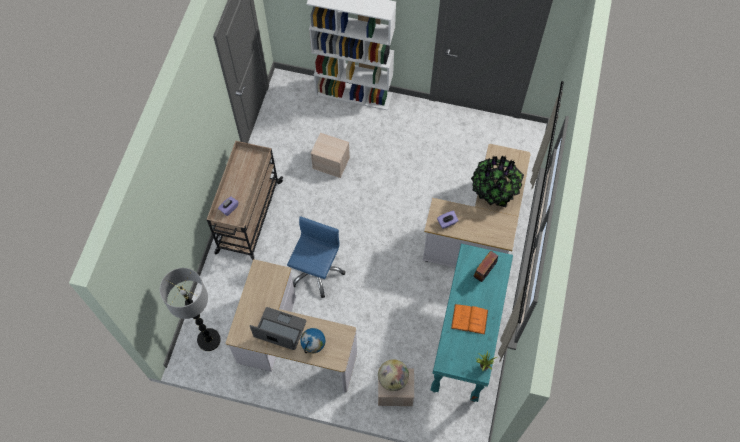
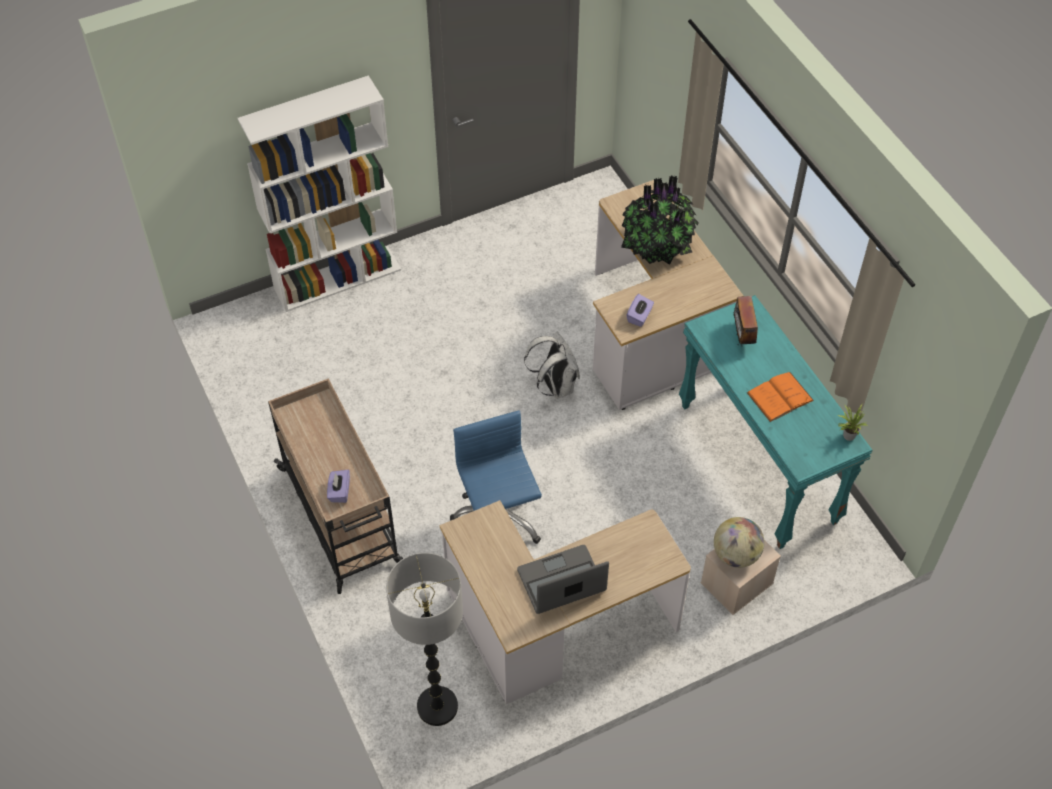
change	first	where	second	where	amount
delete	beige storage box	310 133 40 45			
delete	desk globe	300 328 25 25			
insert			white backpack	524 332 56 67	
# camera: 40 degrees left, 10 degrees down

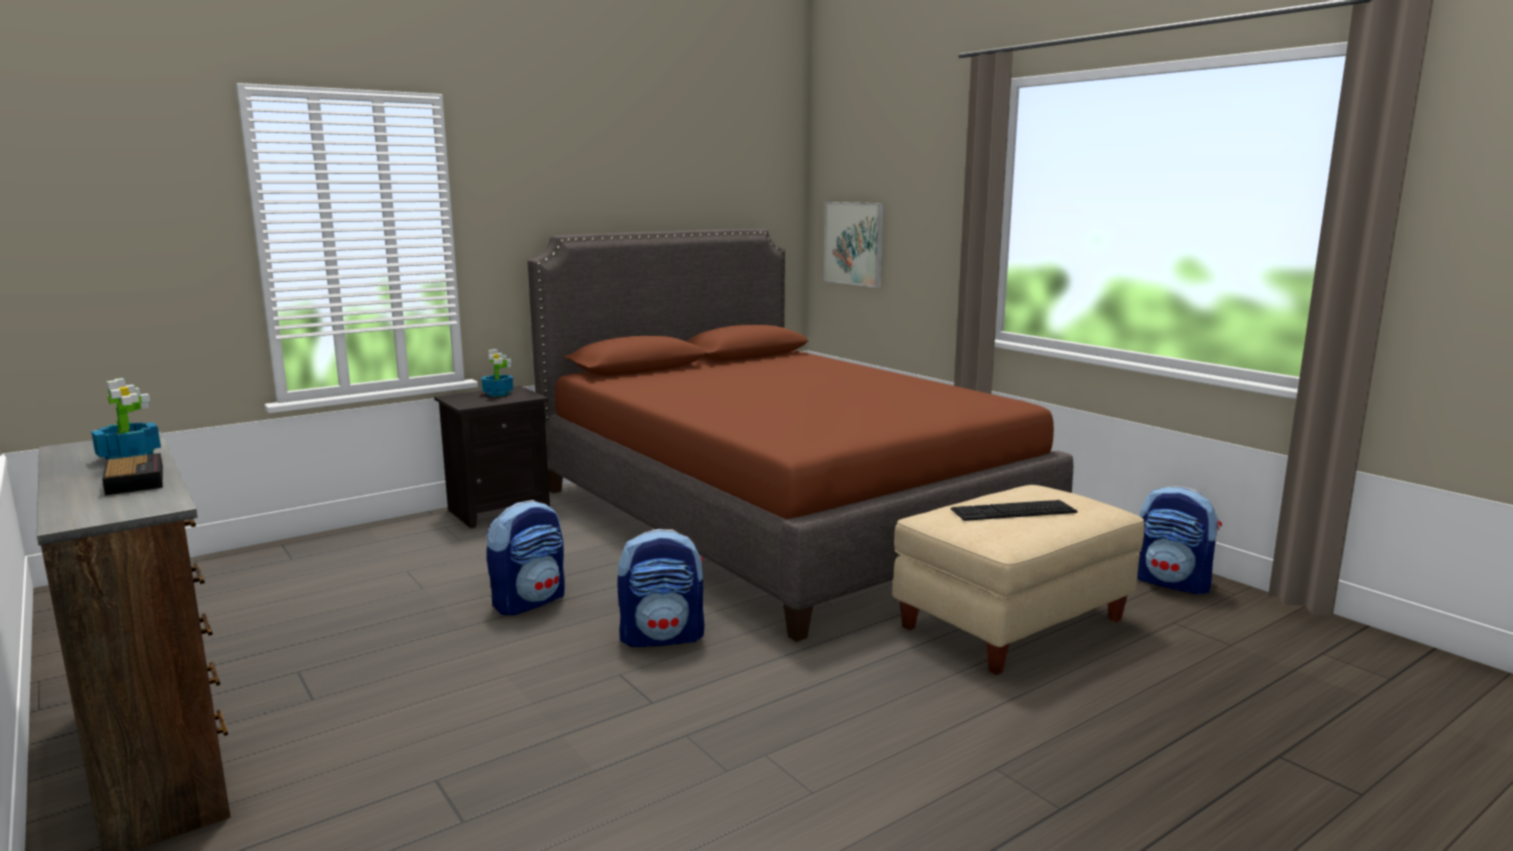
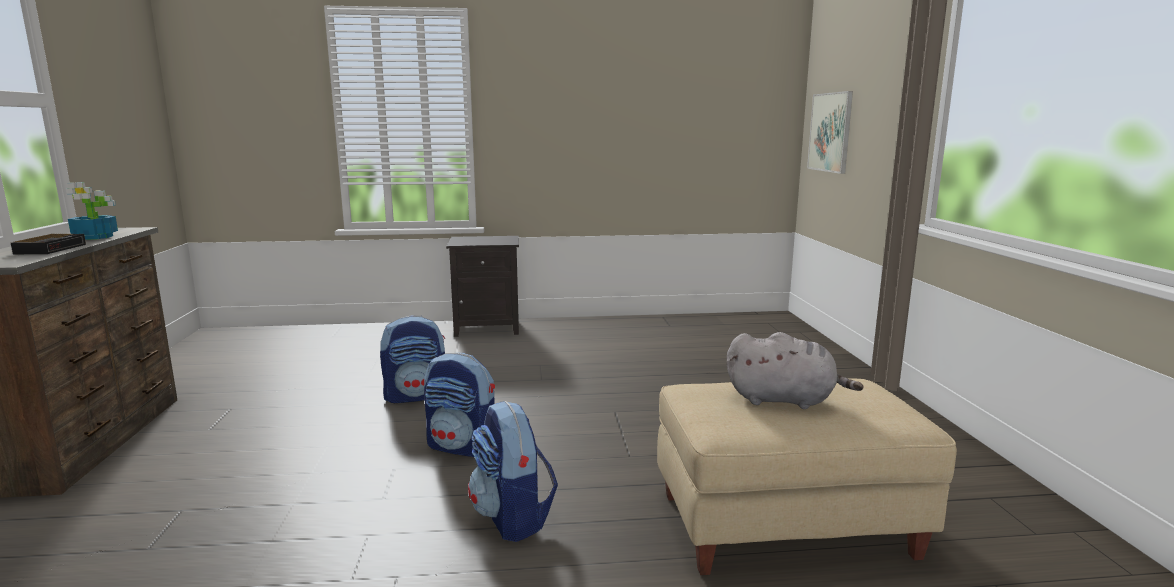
change	first	where	second	where	amount
delete	brownish bed	527 229 546 413			
delete	plant in a pot	482 349 31 48			
move	backpack	1137 486 85 109		468 401 90 141	
replace	computer keyboard	951 500 126 21	greyish cuddly toy	727 332 137 77	
# camera: 30 degrees right, 0 degrees up

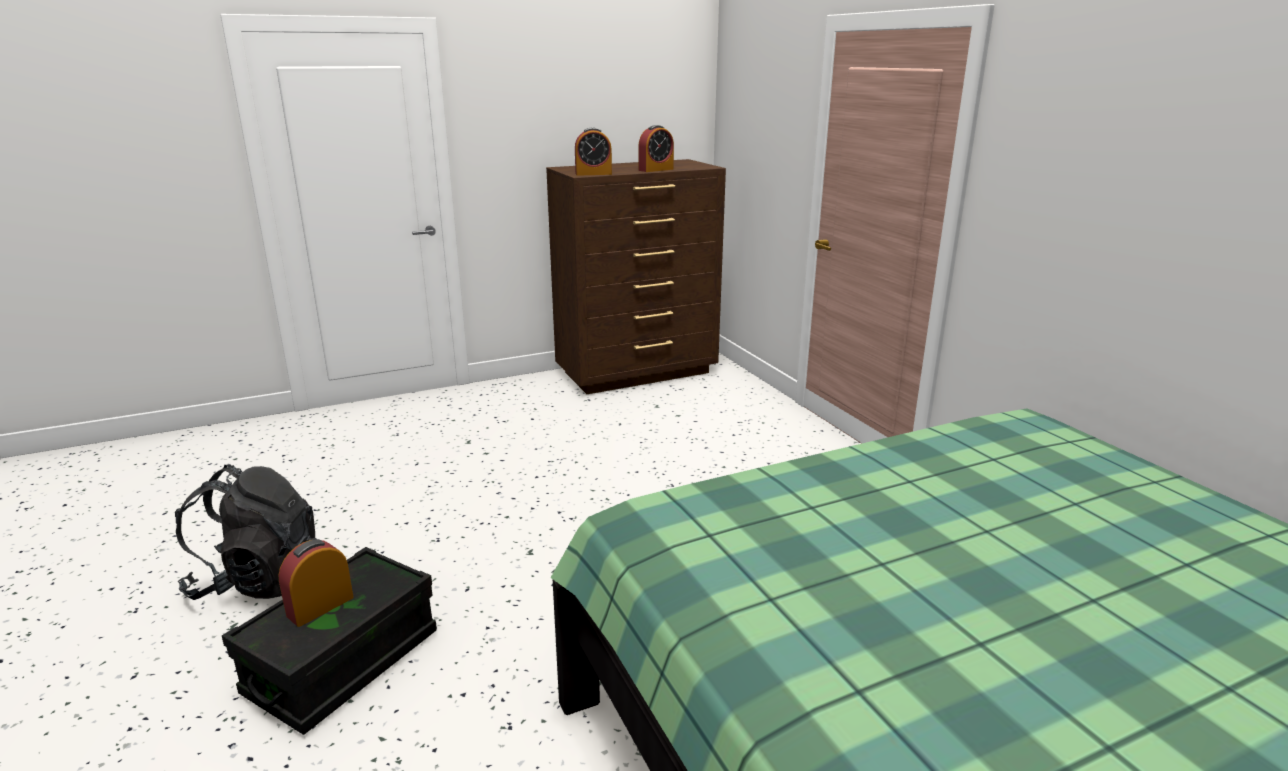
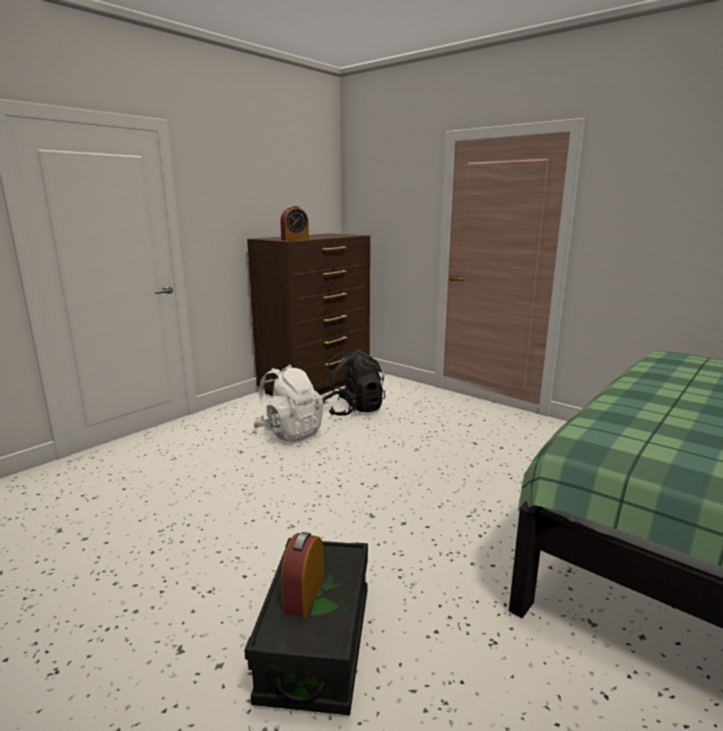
change	first	where	second	where	amount
delete	bedside clock	639 125 35 47			
move	black-coloured backpack	175 464 142 136		322 349 63 66	
insert			white backpack	253 365 71 77	
# camera: 25 degrees left, 5 degrees down

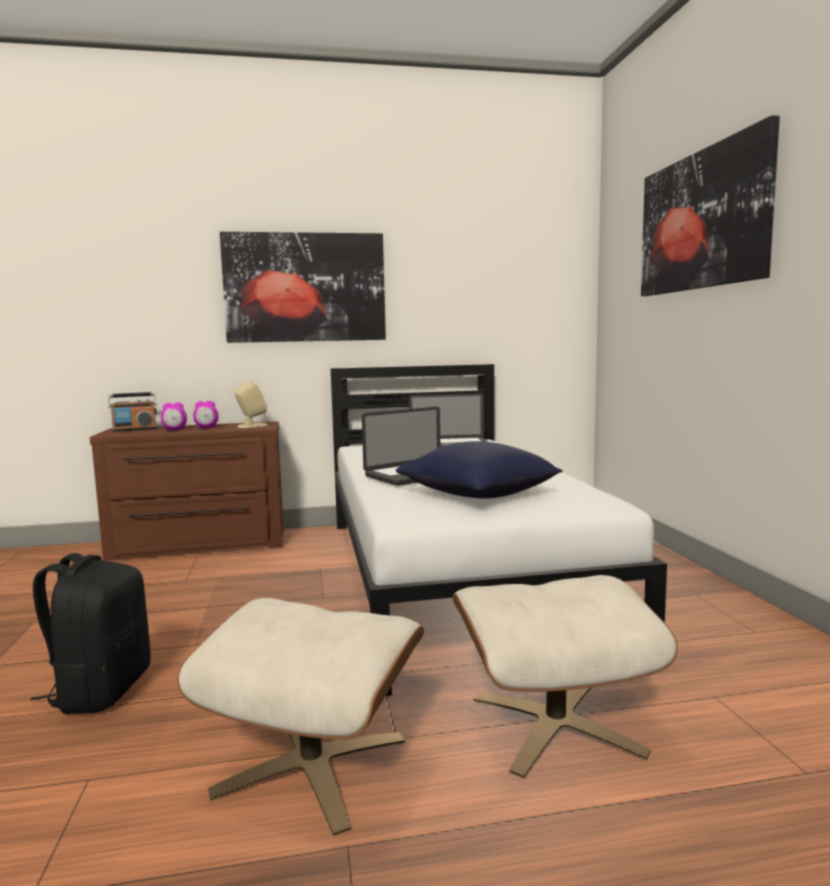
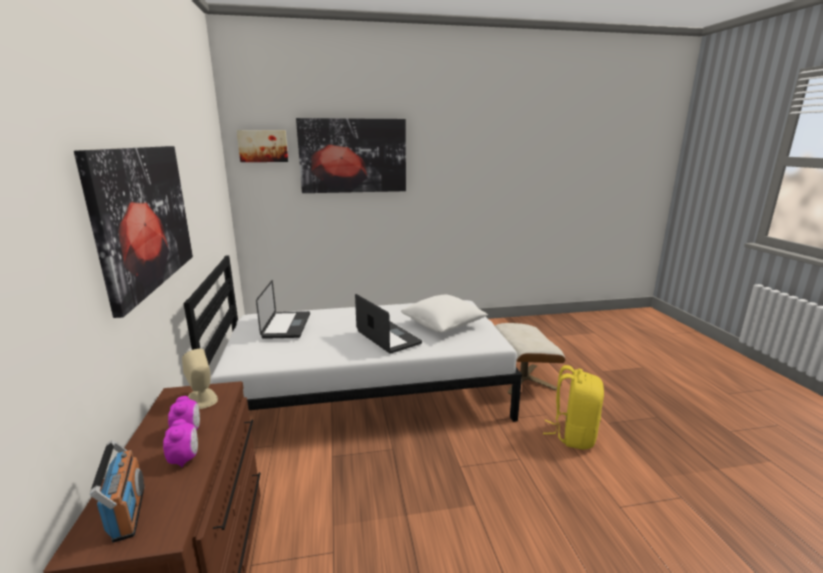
change	first	where	second	where	amount
recolor	bluish pillow	396 441 167 58	white pillow	401 295 87 38	
delete	black-coloured backpack	30 553 121 161			
replace	beige pouffe	177 598 247 238	yellow-coloured backpack	543 365 61 84	
insert			wall art	237 130 51 32	
# camera: 90 degrees left, 10 degrees up

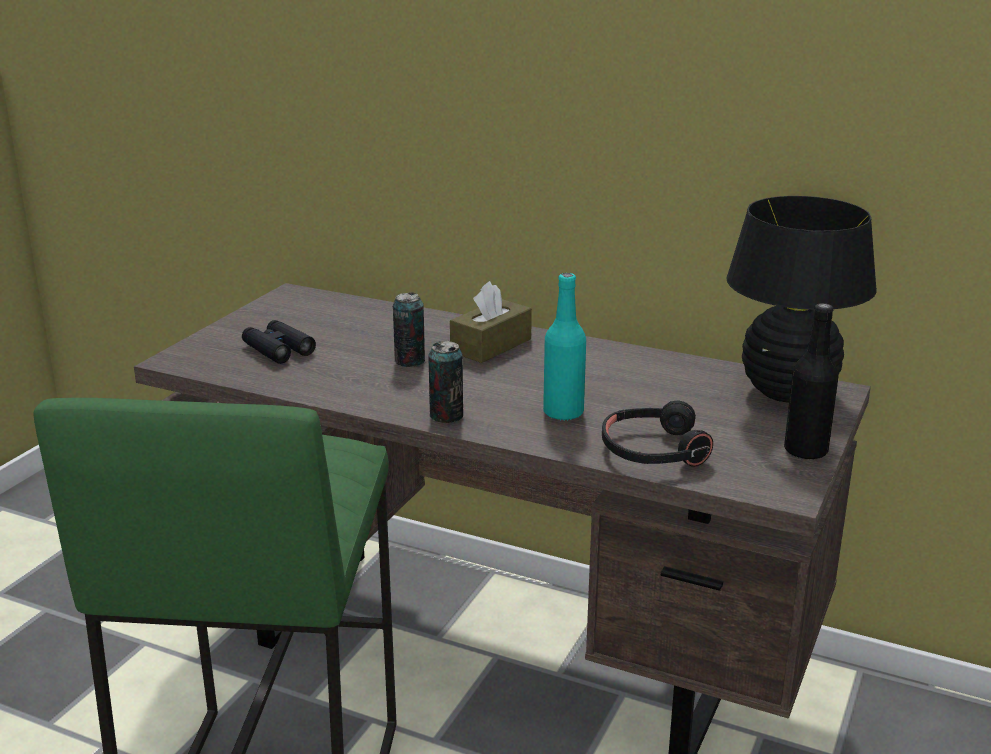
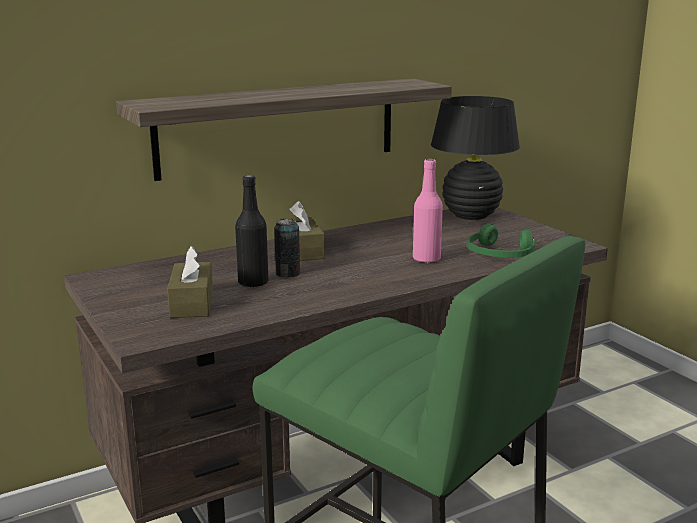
change	first	where	second	where	amount
recolor	turquoise beverage bottle	543 273 43 148	pinkish beverage bottle	413 159 30 104	
move	black-coloured beverage bottle	784 303 55 157		235 175 33 113	
replace	black-coloured binoculars	242 320 74 44	brownish box of tissues	167 246 46 72	
delete	sealed can	428 341 35 82			
recolor	black-coloured headphones	602 400 111 67	green headphones	467 224 68 34	
insert			bracket shelf	116 78 336 103	
# camera: 55 degrees left, 5 degrees down

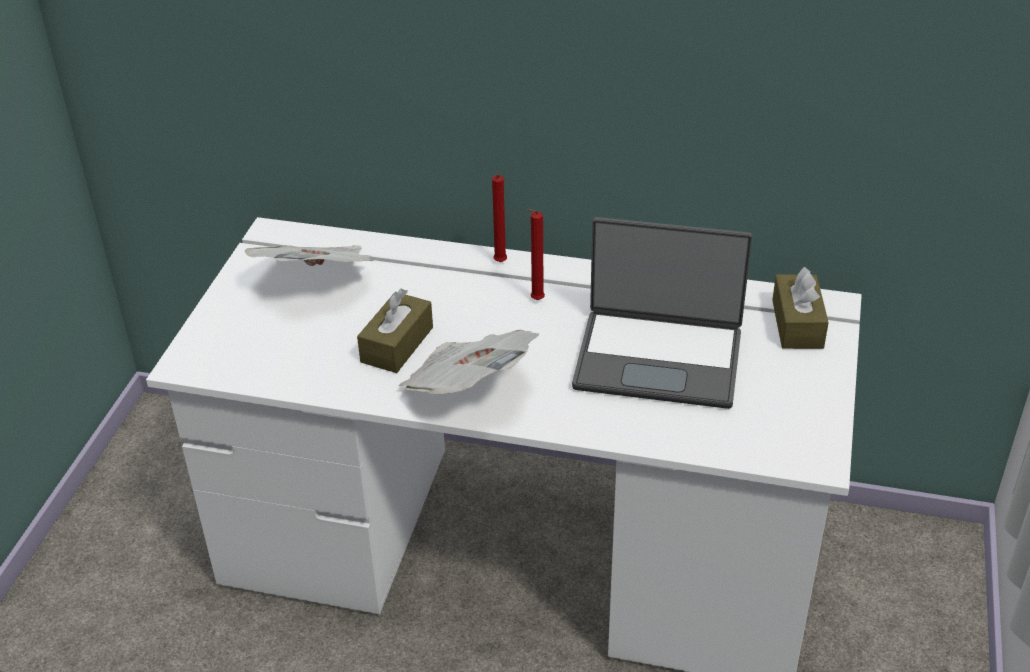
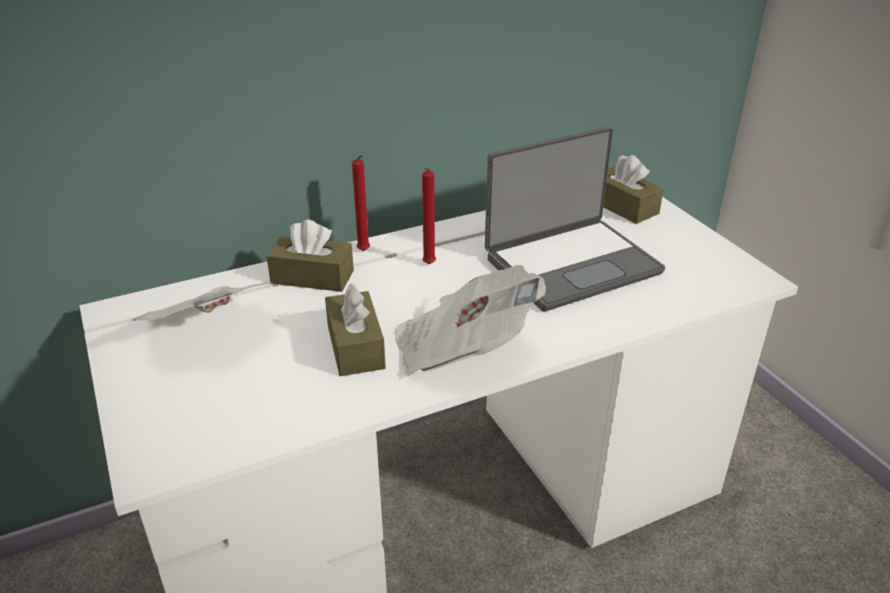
change	first	where	second	where	amount
insert			brownish box of tissues	266 220 88 72	
# camera: 40 degrees left, 5 degrees down

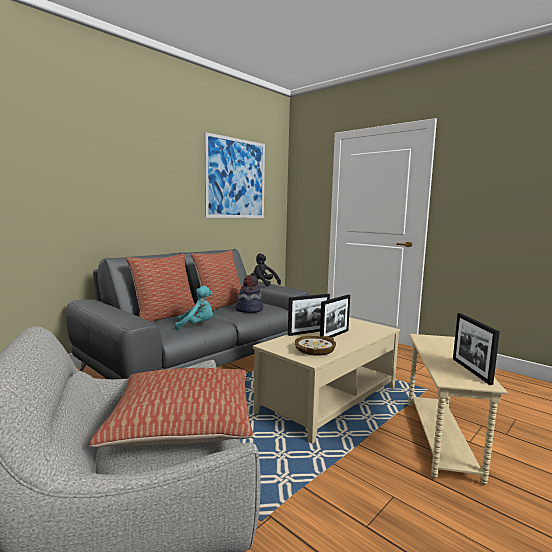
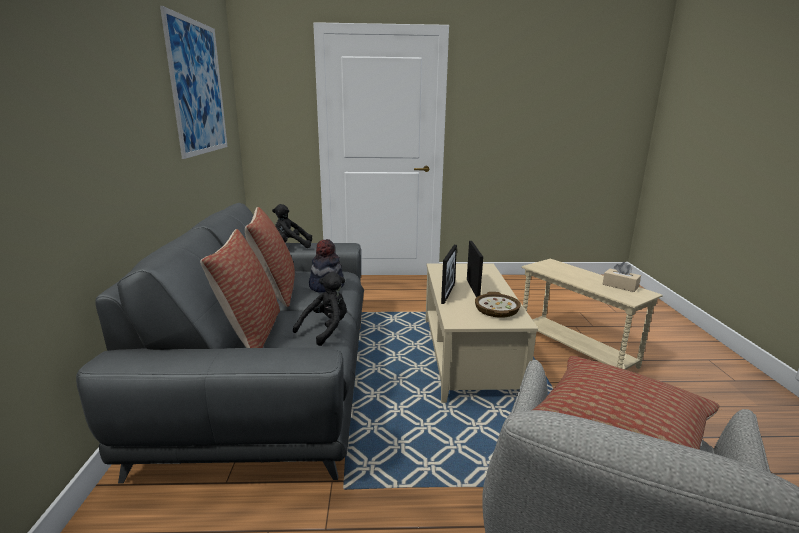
change	first	where	second	where	amount
recolor	turquoise cuddly toy	175 286 38 44	black-coloured cuddly toy	293 272 54 74	
replace	standing frame	453 313 47 72	beige box of tissues	603 262 38 30	
# camera: 45 degrees left, 10 degrees up

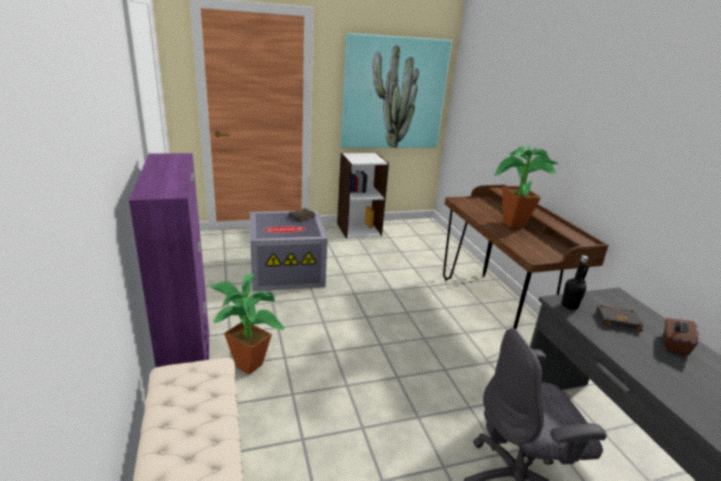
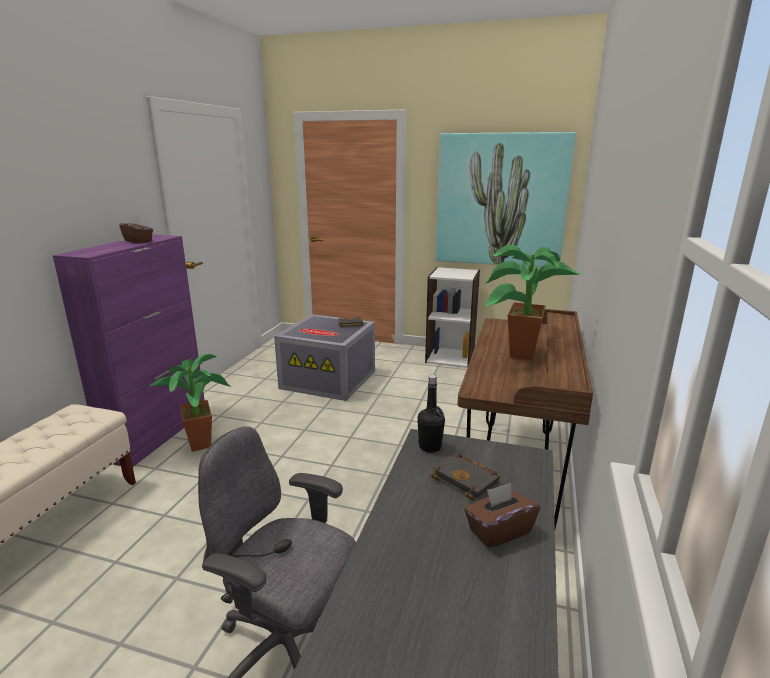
change	first	where	second	where	amount
insert			brownish box of tissues	119 216 34 27	
# camera: 35 degrees right, 5 degrees down

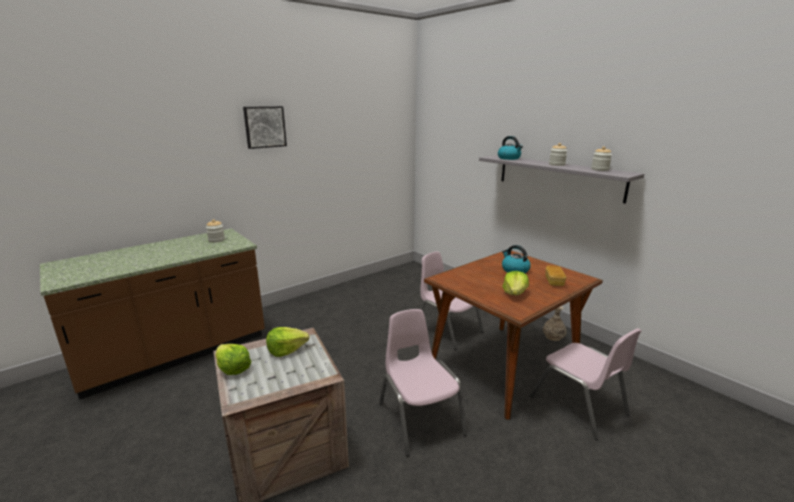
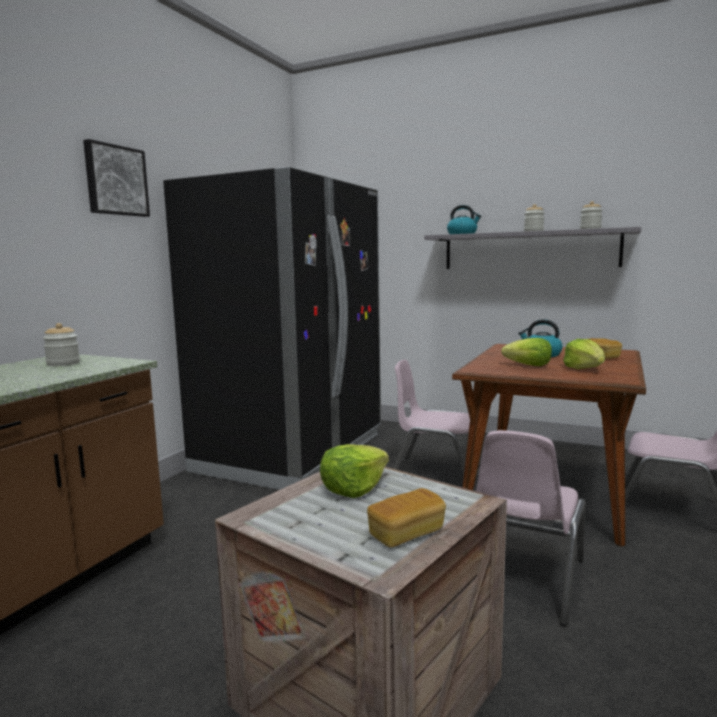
change	first	where	second	where	amount
delete	decorative vase	543 306 24 35			
rotate	pinkish chair	379 309 88 147		476 430 110 197	105 degrees counterclockwise
move	lettuce	215 344 37 31		501 338 51 28	
insert			black-coloured kitchen fridge	163 167 218 323	
insert			bakery bread	367 488 79 59	
# camera: 25 degrees left, 10 degrees down

